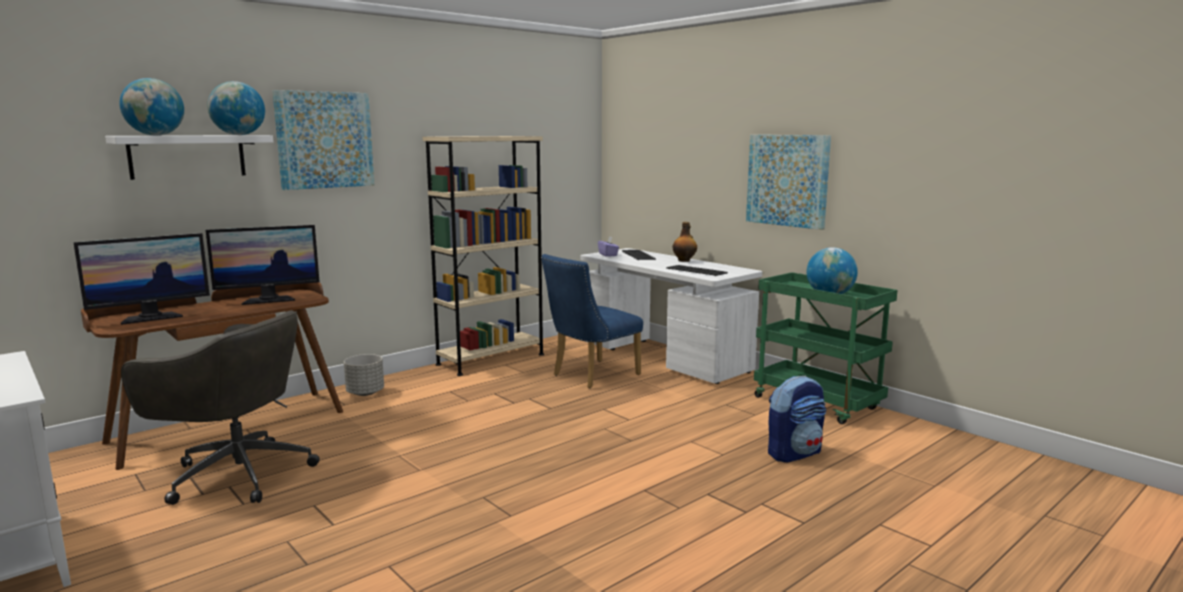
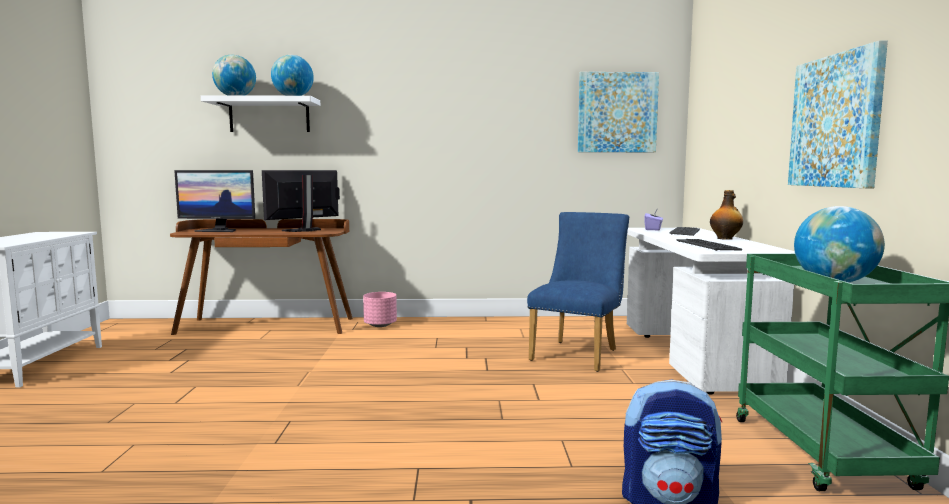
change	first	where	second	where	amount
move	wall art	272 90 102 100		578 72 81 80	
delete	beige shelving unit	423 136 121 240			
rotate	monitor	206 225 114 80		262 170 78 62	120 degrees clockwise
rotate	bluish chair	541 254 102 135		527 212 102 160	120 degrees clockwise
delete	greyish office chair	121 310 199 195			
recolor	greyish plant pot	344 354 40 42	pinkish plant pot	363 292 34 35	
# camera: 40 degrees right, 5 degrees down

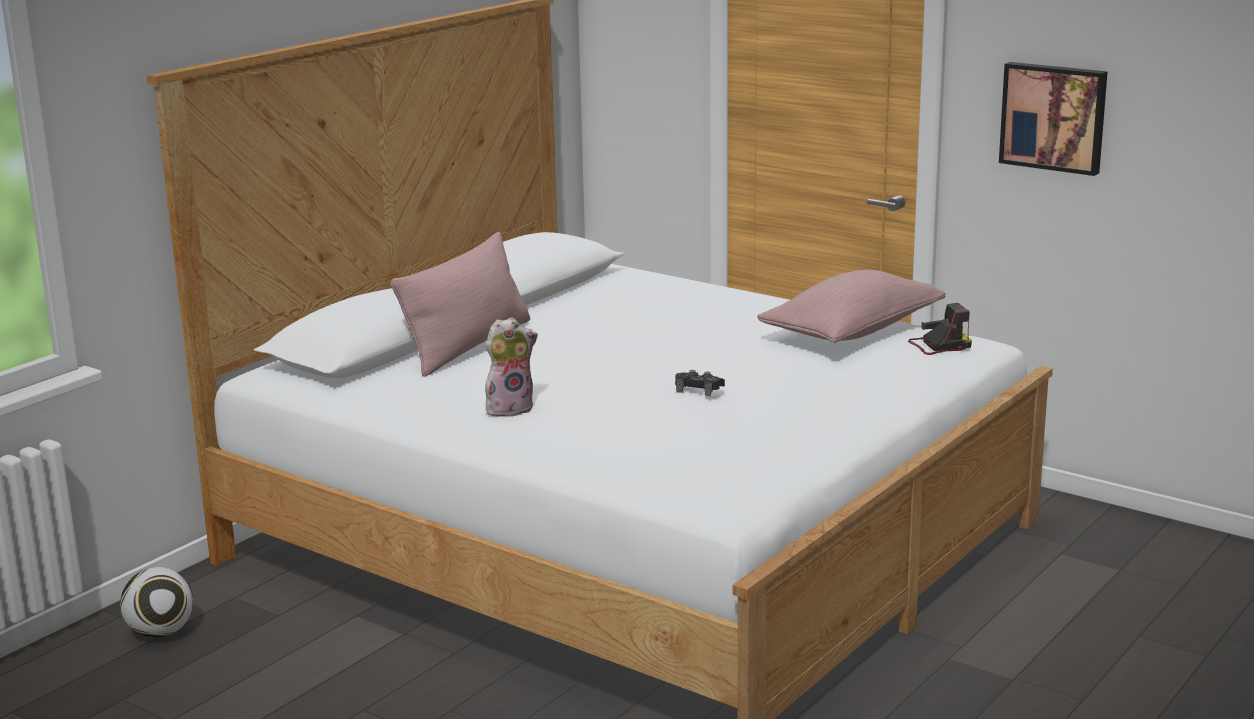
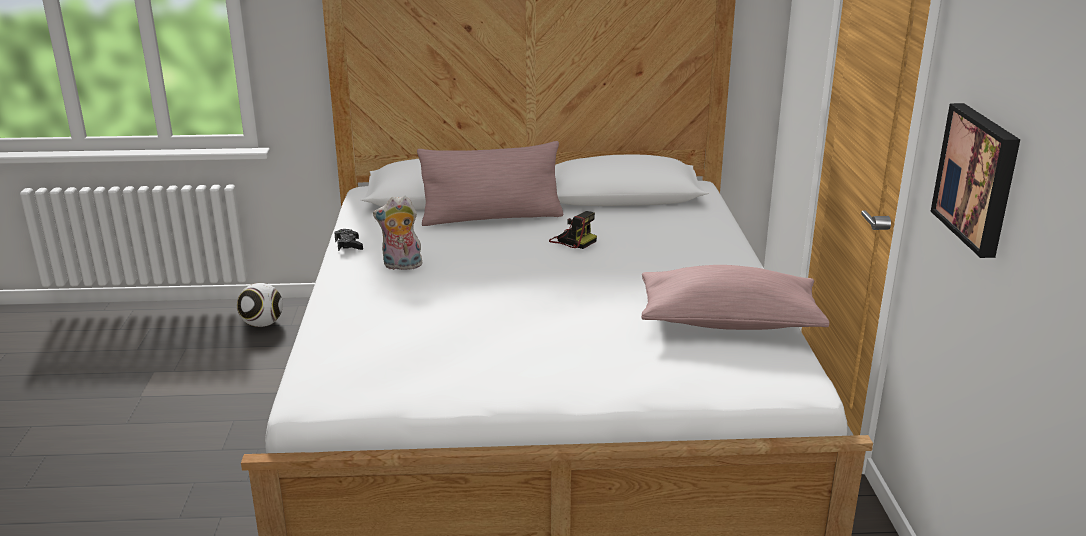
change	first	where	second	where	amount
move	photo camera	908 303 64 52		549 211 48 38	
rotate	cuddly toy	485 317 53 100		373 196 49 74	150 degrees clockwise
move	black-coloured game controller	675 370 50 26		334 229 29 22	
# camera: 50 degrees right, 5 degrees up

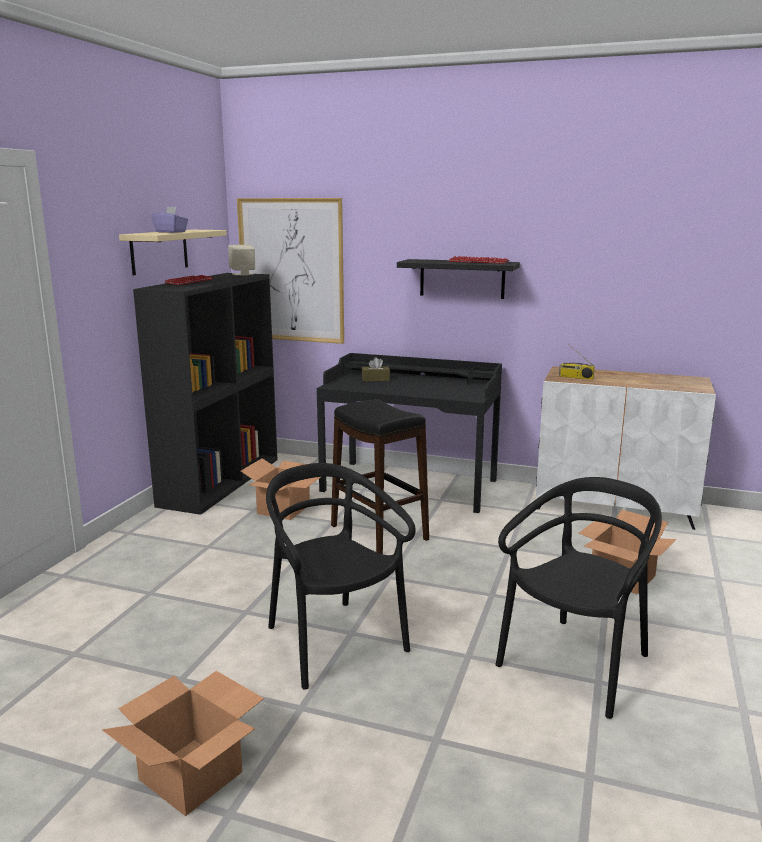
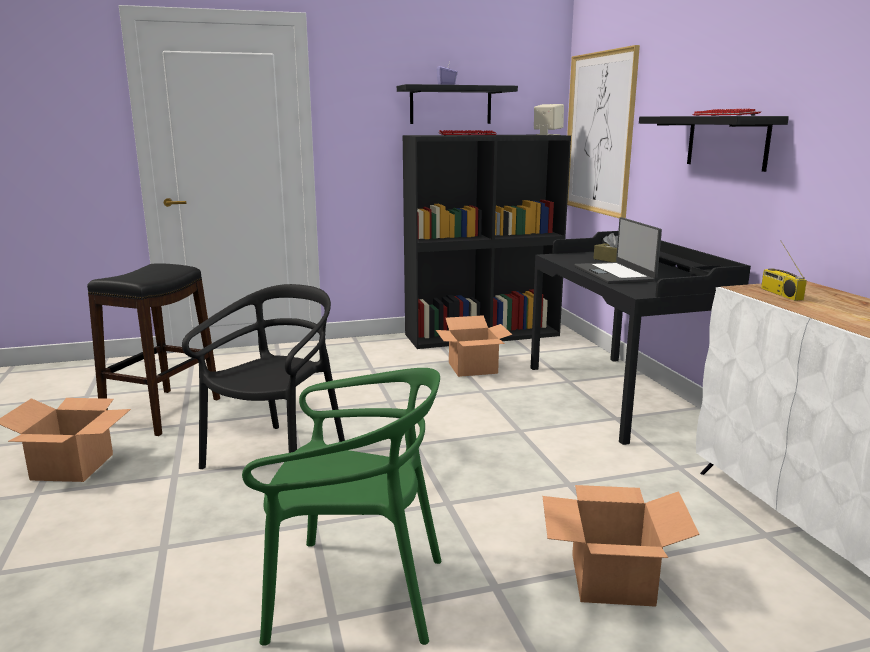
change	first	where	second	where	amount
recolor	beige bracket shelf	119 230 108 45	black-coloured bracket shelf	397 84 121 40	
move	black-coloured stool seat	331 399 98 155		87 263 133 173	
recolor	black-coloured chair	496 477 166 242	green chair	242 368 200 278	
insert			portable computer	574 217 88 67	
# camera: 55 degrees right, 0 degrees up

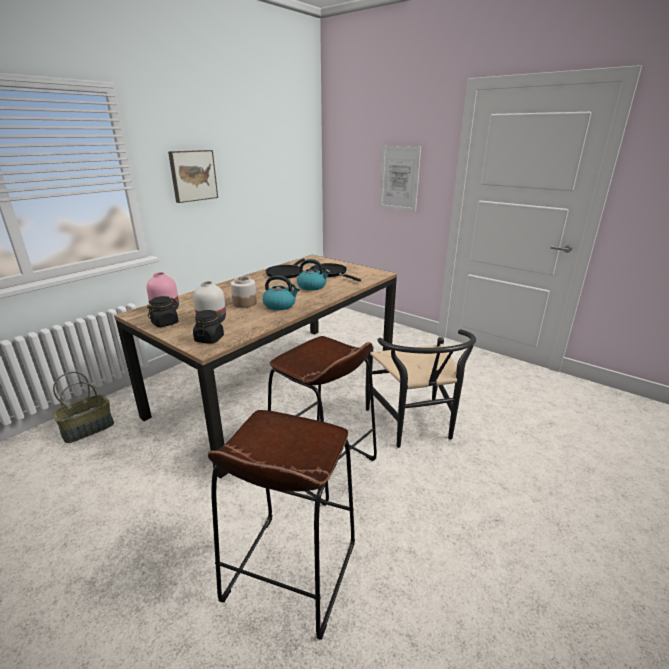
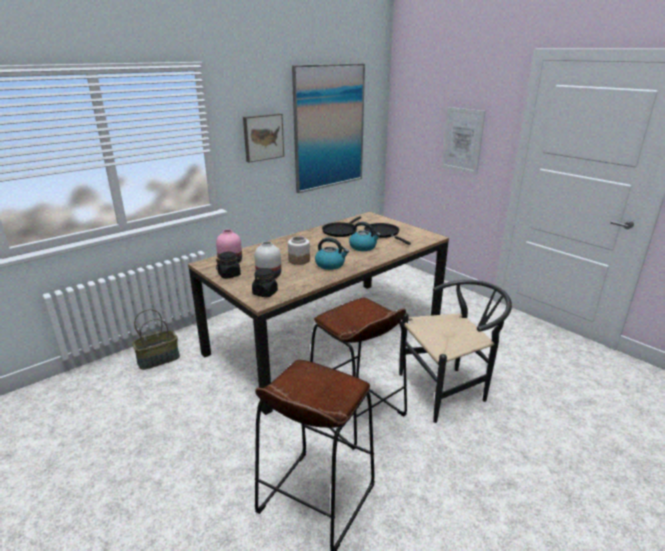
change	first	where	second	where	amount
rotate	black-coloured chair	366 329 110 119		399 280 113 143	105 degrees counterclockwise
insert			wall art	292 63 73 130	
# camera: 10 degrees right, 0 degrees up

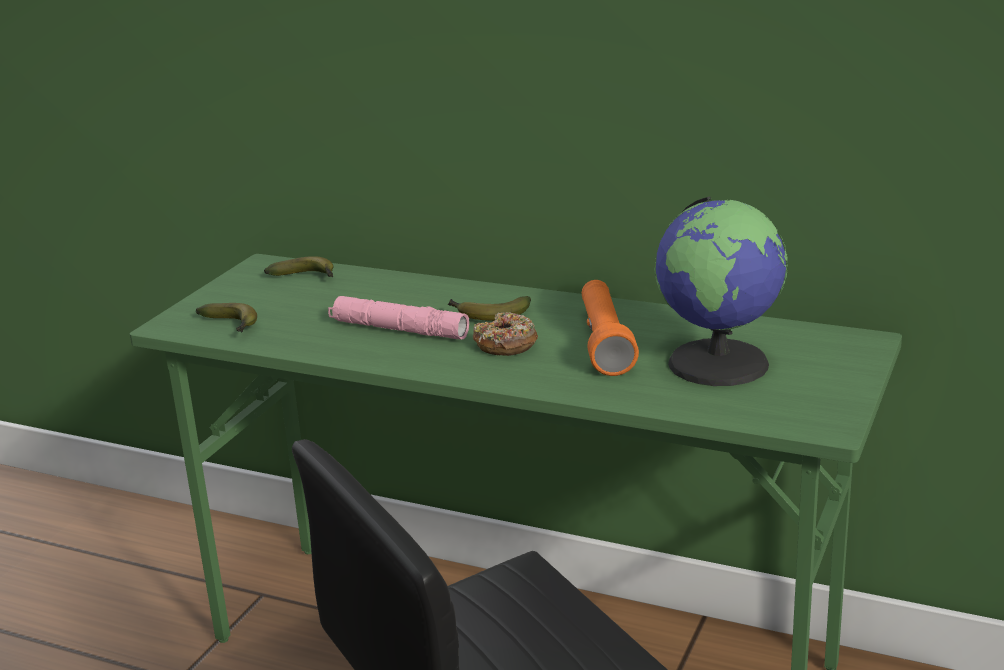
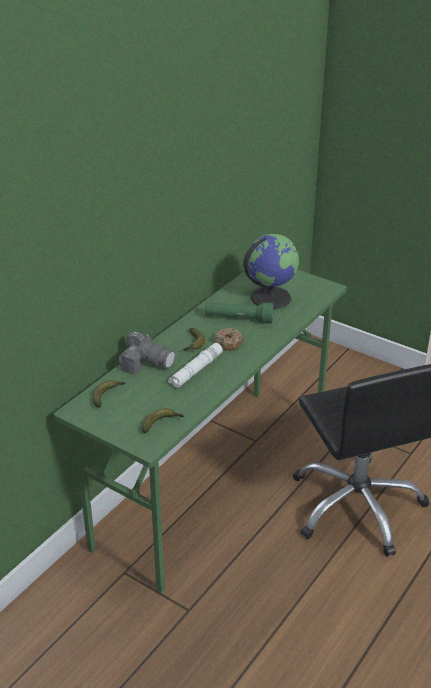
change	first	where	second	where	amount
recolor	orange torch	582 280 57 96	green torch	205 302 69 22	
recolor	pinkish torch	328 296 141 43	white torch	168 343 55 45	
insert			photo camera	118 332 57 42	
# camera: 80 degrees left, 10 degrees up

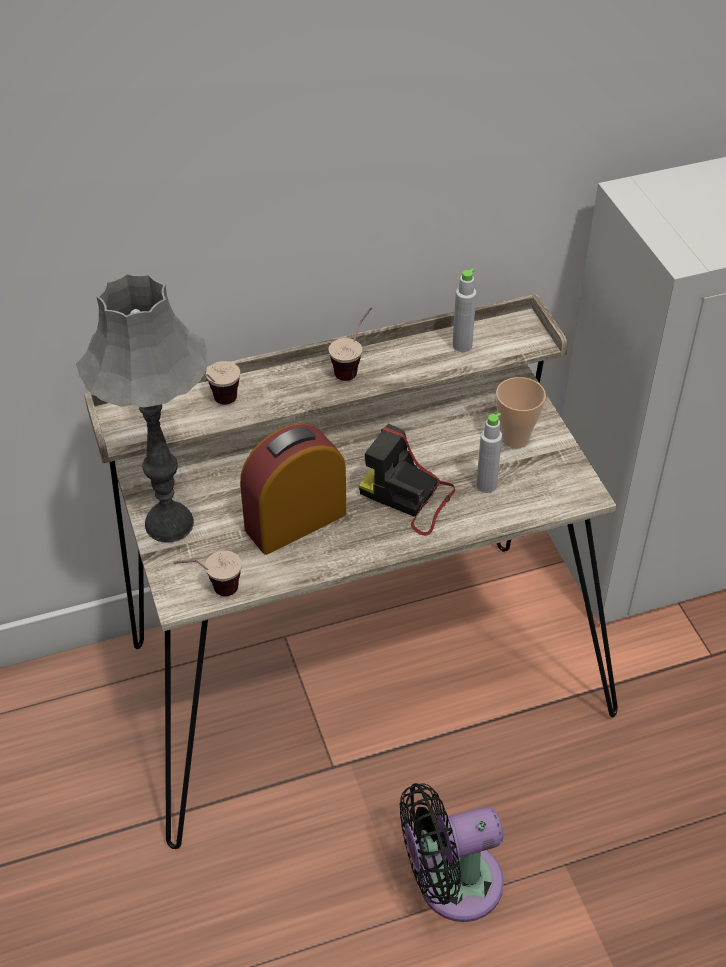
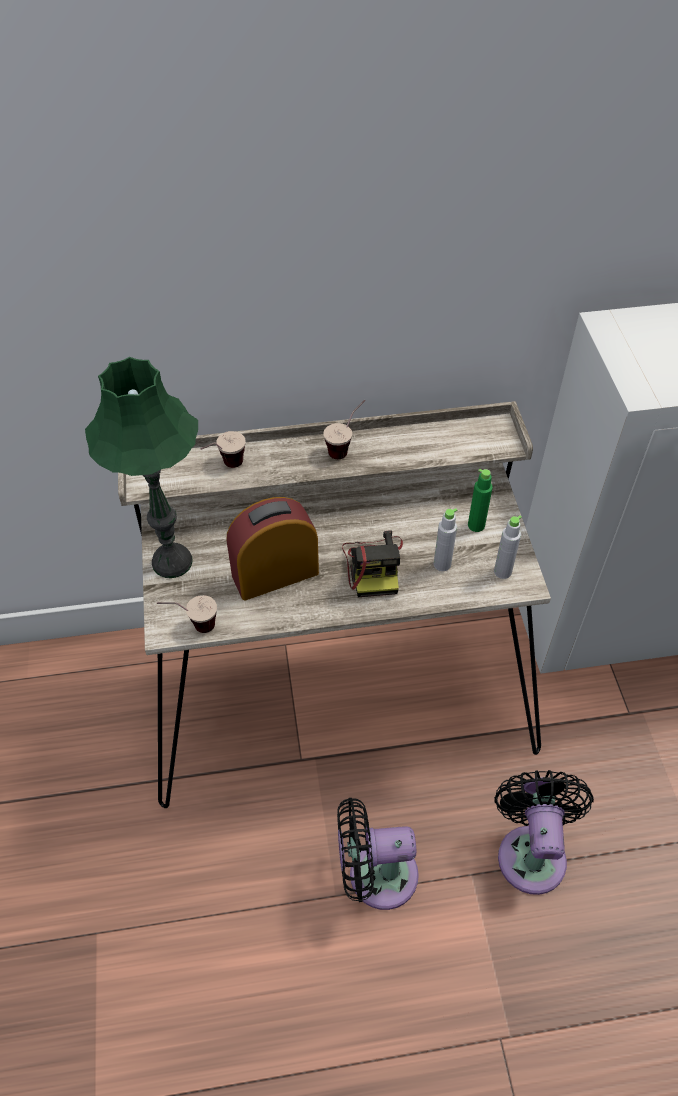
change	first	where	second	where	amount
move	greyish beverage bottle	452 268 25 84		494 515 28 64	
recolor	greyish table lamp	76 273 131 270	green table lamp	85 357 113 221	
replace	small cup	496 377 50 71	green beverage bottle	468 469 25 63	
rotate	photo camera	359 424 96 112		342 531 61 66	135 degrees counterclockwise
insert			black-coloured fan	494 770 100 125	
# camera: 10 degrees right, 5 degrees up

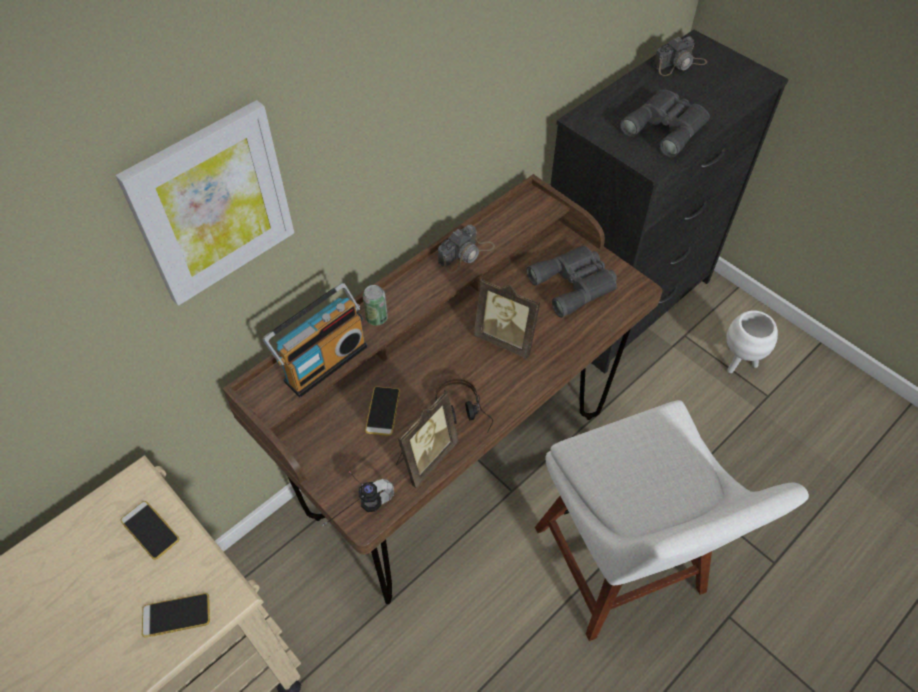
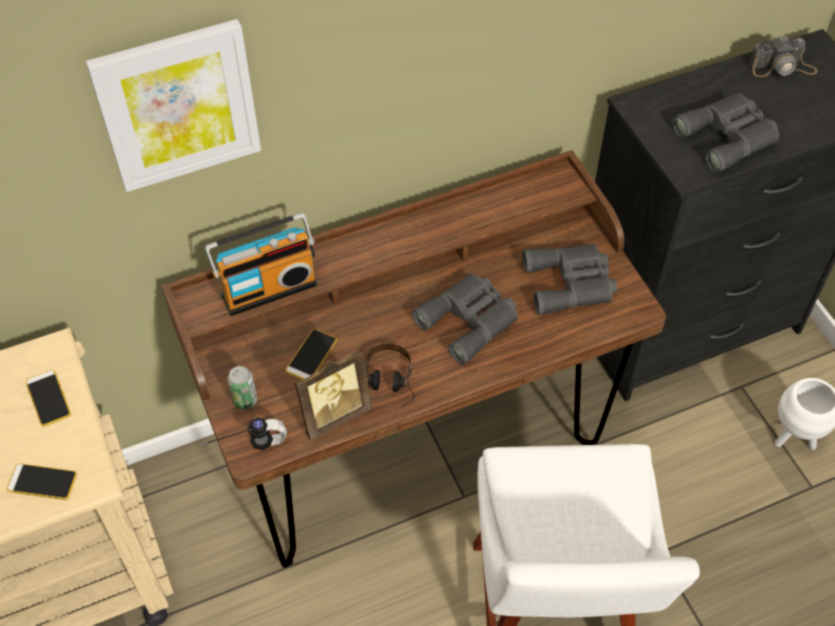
change	first	where	second	where	amount
delete	photo camera	438 225 57 48			
replace	standing frame	474 278 66 81	greyish binoculars	412 273 106 92	
move	sealed can	363 285 25 41		227 366 30 43	
# camera: 20 degrees right, 0 degrees up

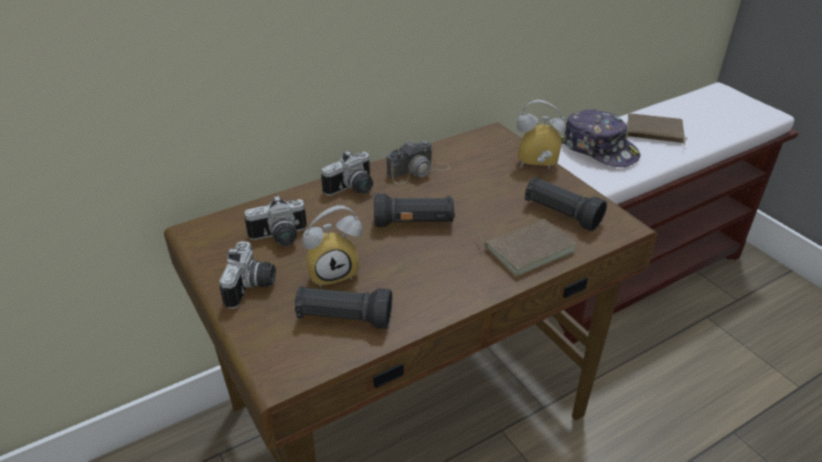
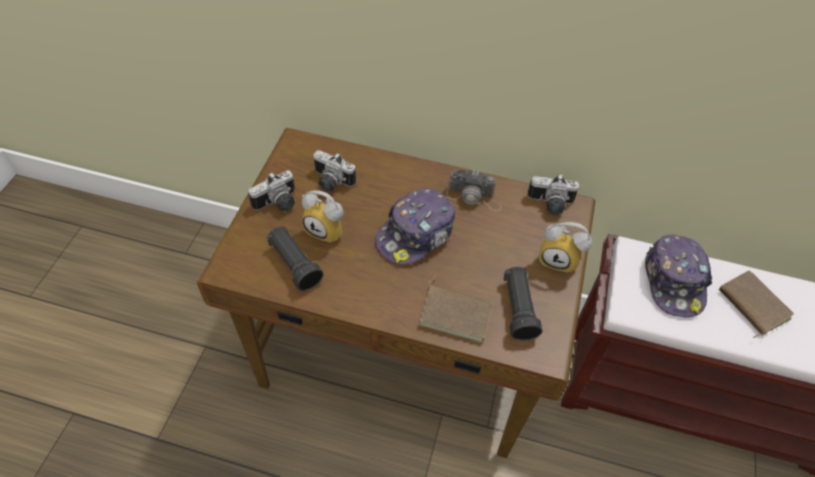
change	first	where	second	where	amount
rotate	bedside clock	517 100 49 69		539 222 53 52	150 degrees clockwise
move	photo camera	321 150 52 46		527 174 52 41	
replace	black-coloured torch	374 193 81 34	cap	375 189 80 76	
# camera: 45 degrees right, 15 degrees up

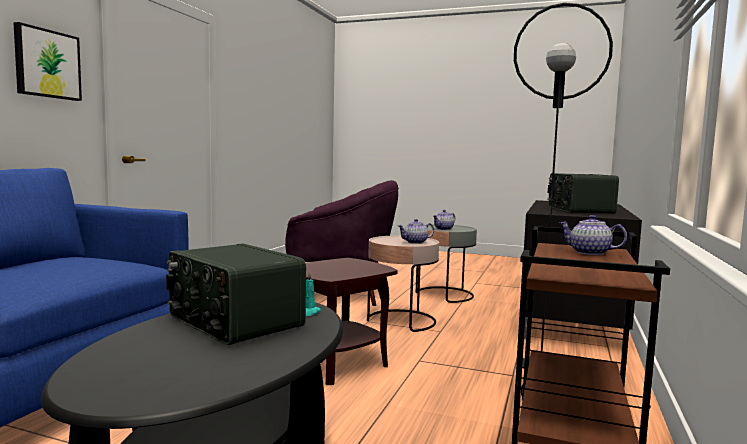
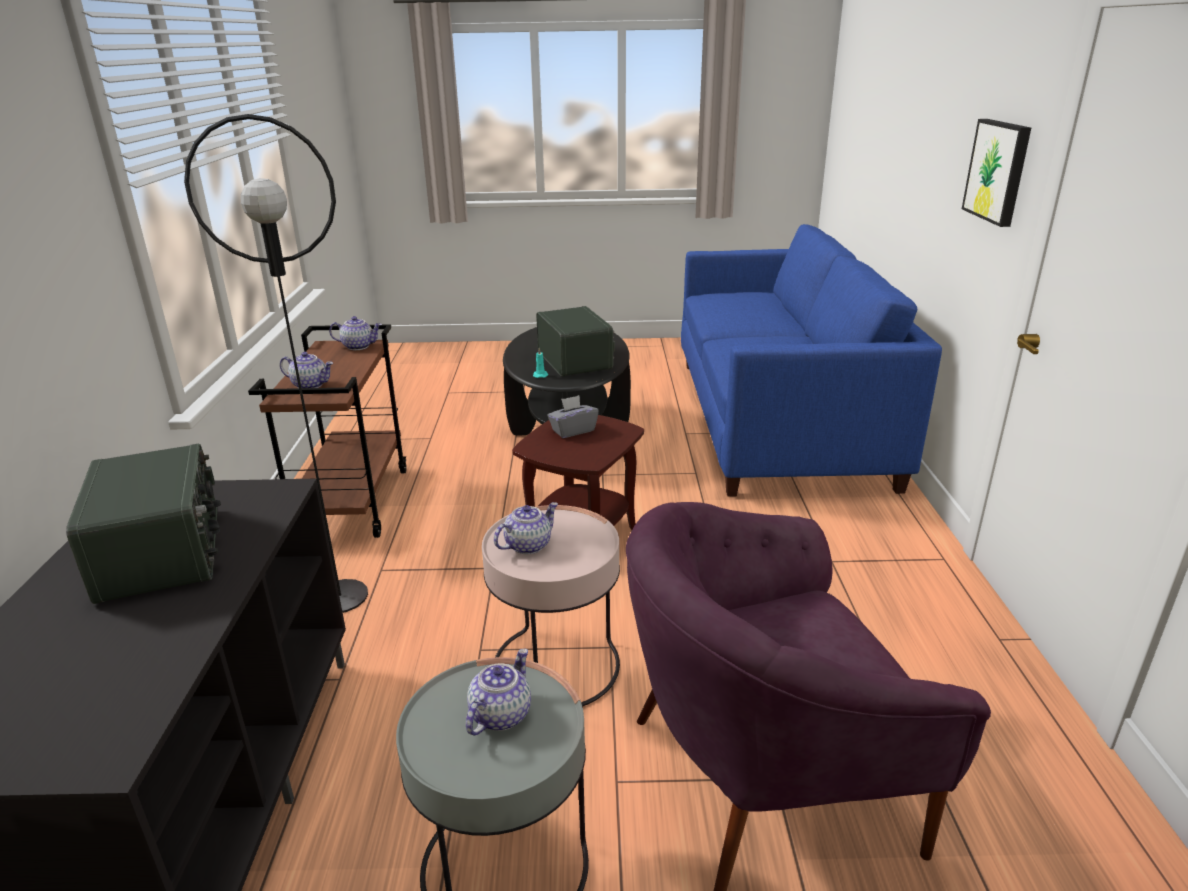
change	first	where	second	where	amount
rotate	radio receiver	166 244 140 101		536 306 79 70	45 degrees clockwise
insert			teapot	329 316 53 34	
insert			greyish box of tissues	547 395 52 43	
# camera: 160 degrees right, 20 degrees up

